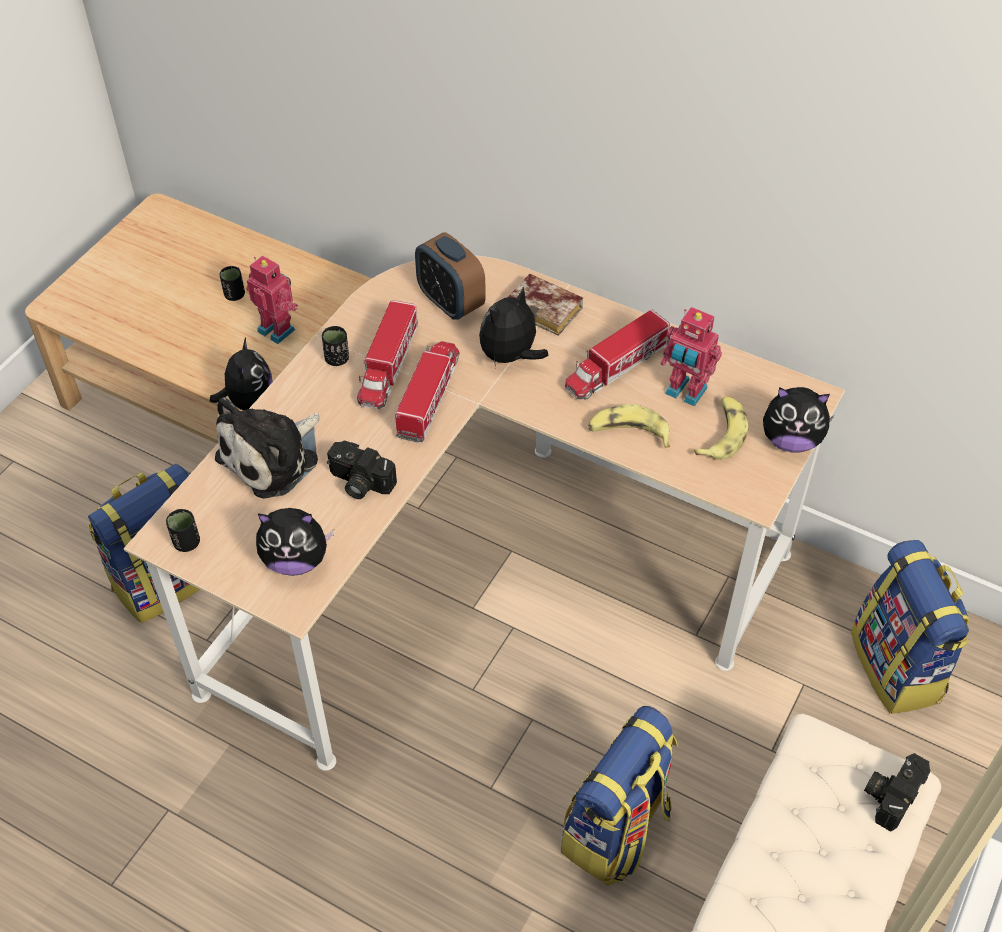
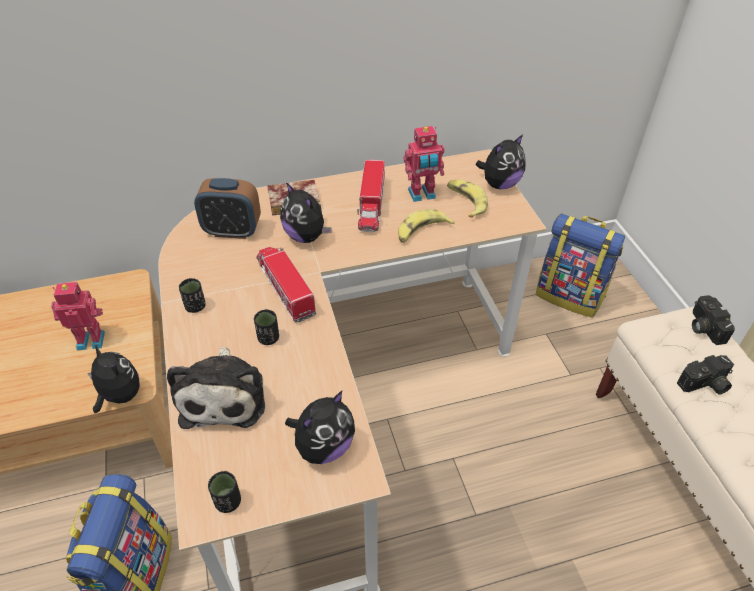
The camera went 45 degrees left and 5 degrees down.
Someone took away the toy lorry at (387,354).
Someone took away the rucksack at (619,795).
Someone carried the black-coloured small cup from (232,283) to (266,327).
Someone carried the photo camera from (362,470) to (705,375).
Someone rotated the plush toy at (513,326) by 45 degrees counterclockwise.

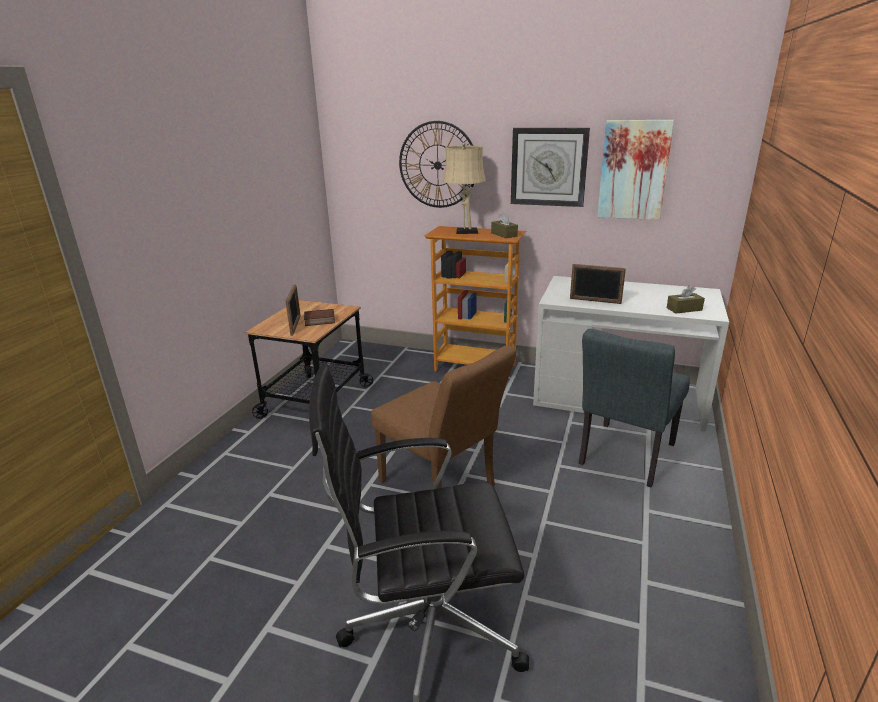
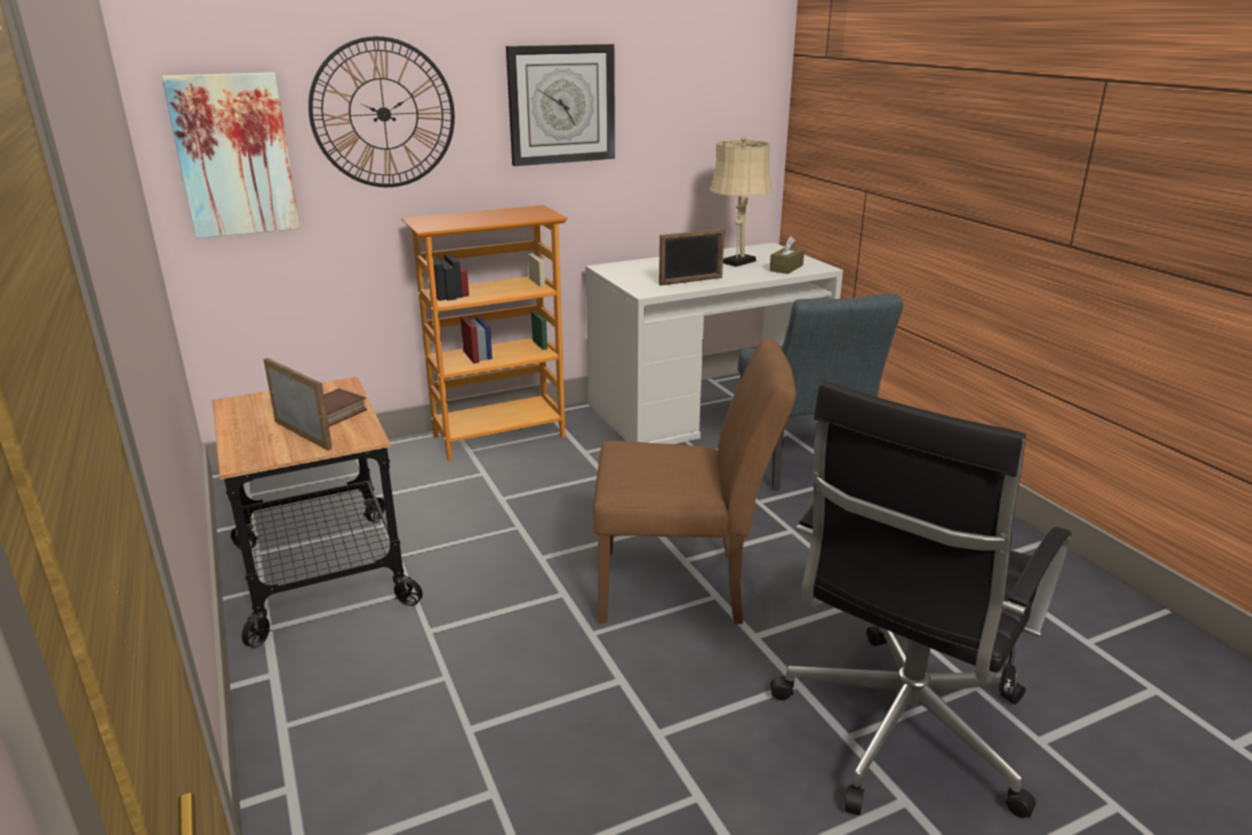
The camera went 45 degrees left and 0 degrees up.
Someone took away the brown-coloured tissue box at (504,225).
Someone carried the sand-coloured table lamp from (464,188) to (741,202).
Someone carried the picture from (635,170) to (231,155).

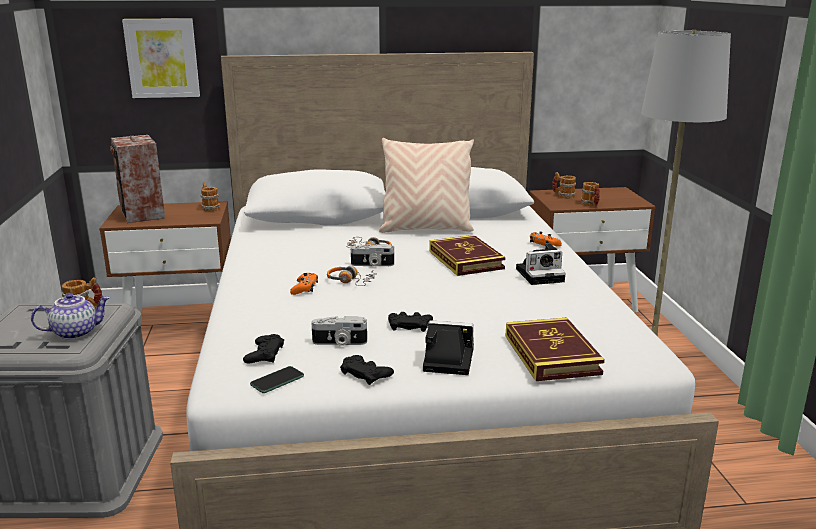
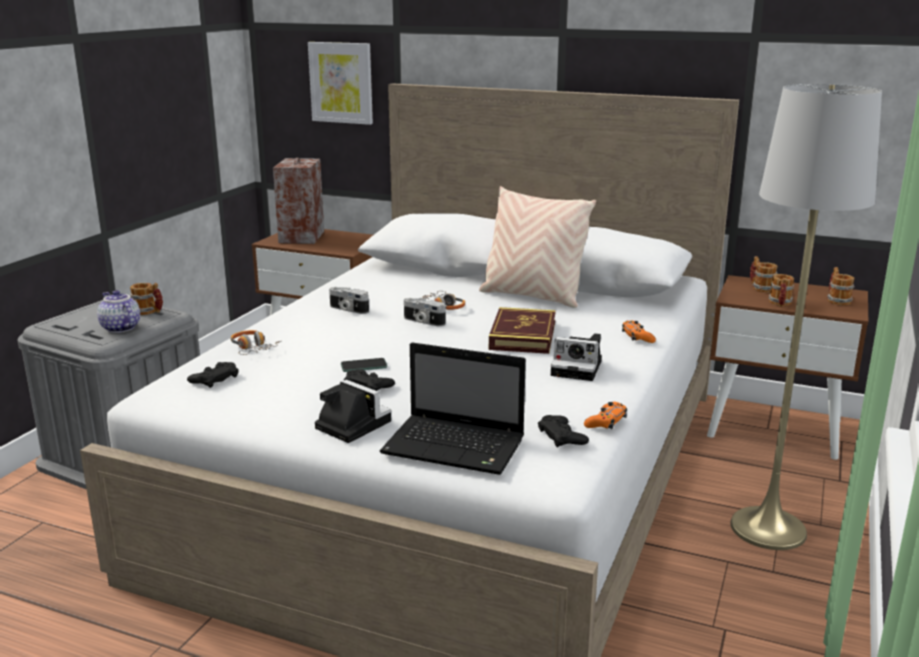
The camera went 30 degrees right and 0 degrees up.
Someone carried the tea mug from (210,196) to (840,286).
Someone carried the telephone from (277,379) to (364,365).
Someone carried the orangey gamepad from (304,284) to (605,415).
Someone carried the photo camera from (339,331) to (349,300).
Someone carried the headphones from (352,276) to (256,342).
Someone carried the black-coloured gamepad from (367,370) to (563,431).
Someone swapped the bound book at (555,349) for the laptop at (453,408).
Someone rotated the tea pot at (70,316) by 135 degrees counterclockwise.

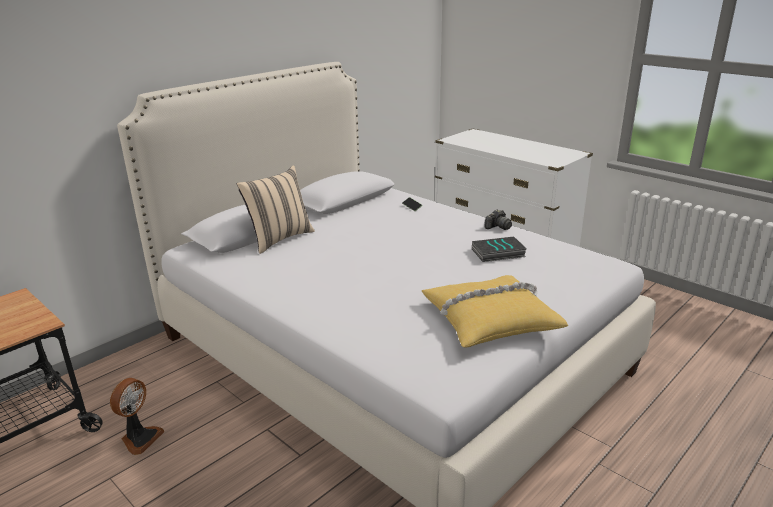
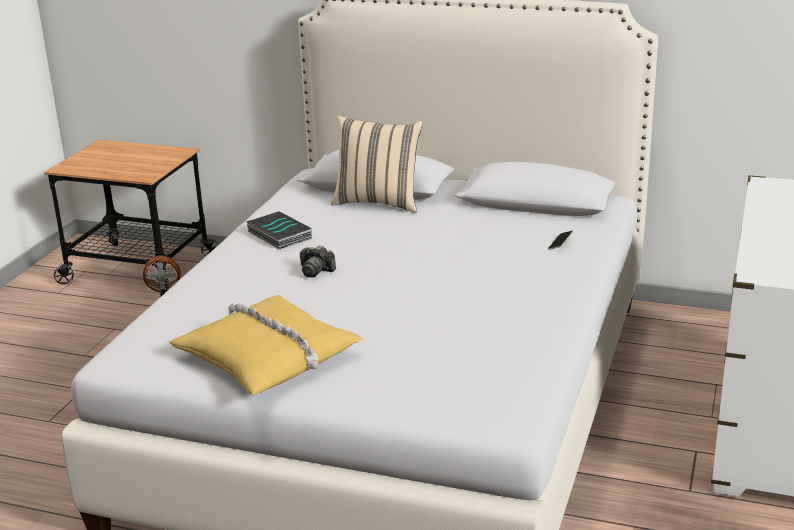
The camera went 65 degrees right and 0 degrees up.
Someone carried the bound book from (499,249) to (279,230).
Someone carried the photo camera from (498,220) to (318,261).

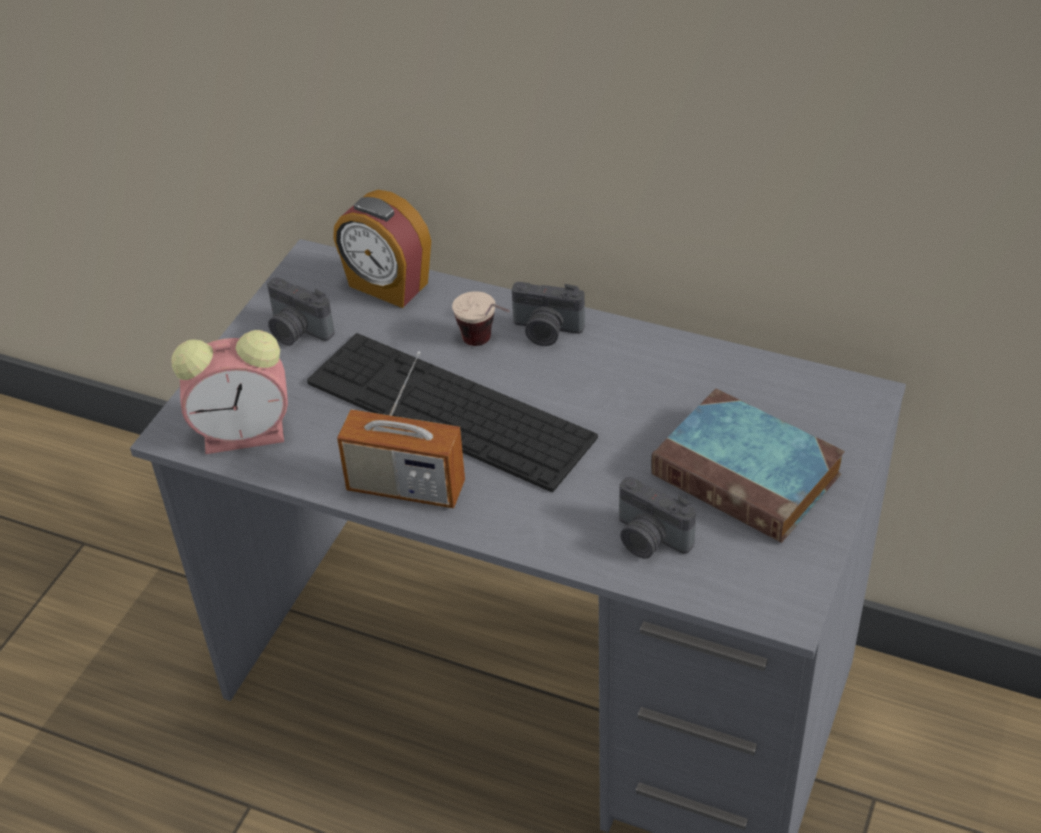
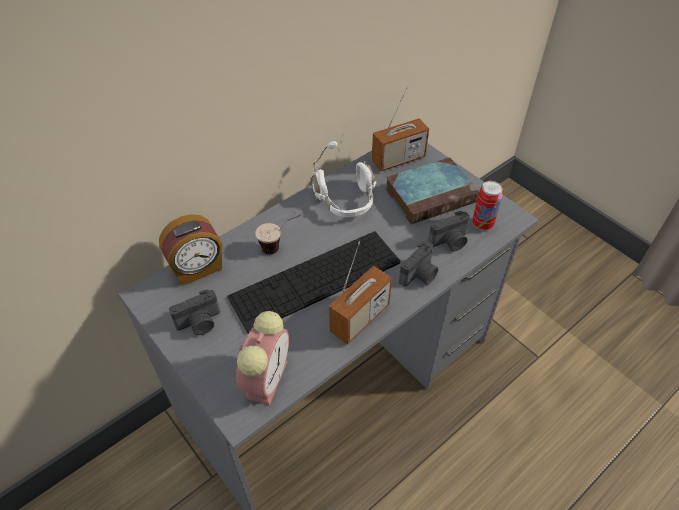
The camera went 65 degrees left and 5 degrees up.
Someone put down the white headphones at (343,179).
Someone put down the radio at (400,129).
Someone put down the metal can at (487,205).
Someone carried the photo camera from (548,314) to (419,263).

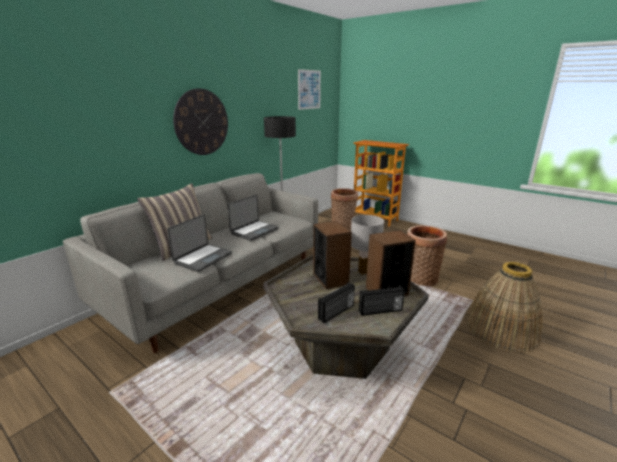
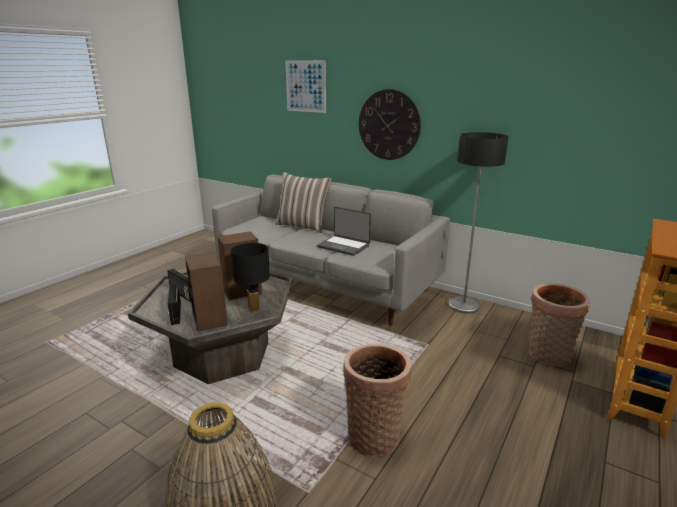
The camera went 85 degrees right and 0 degrees up.
Someone took away the laptop at (199,243).
Someone carried the picture from (309,89) to (306,86).
Someone repainted the white table lamp at (367,245), which became the black-coloured table lamp at (250,277).

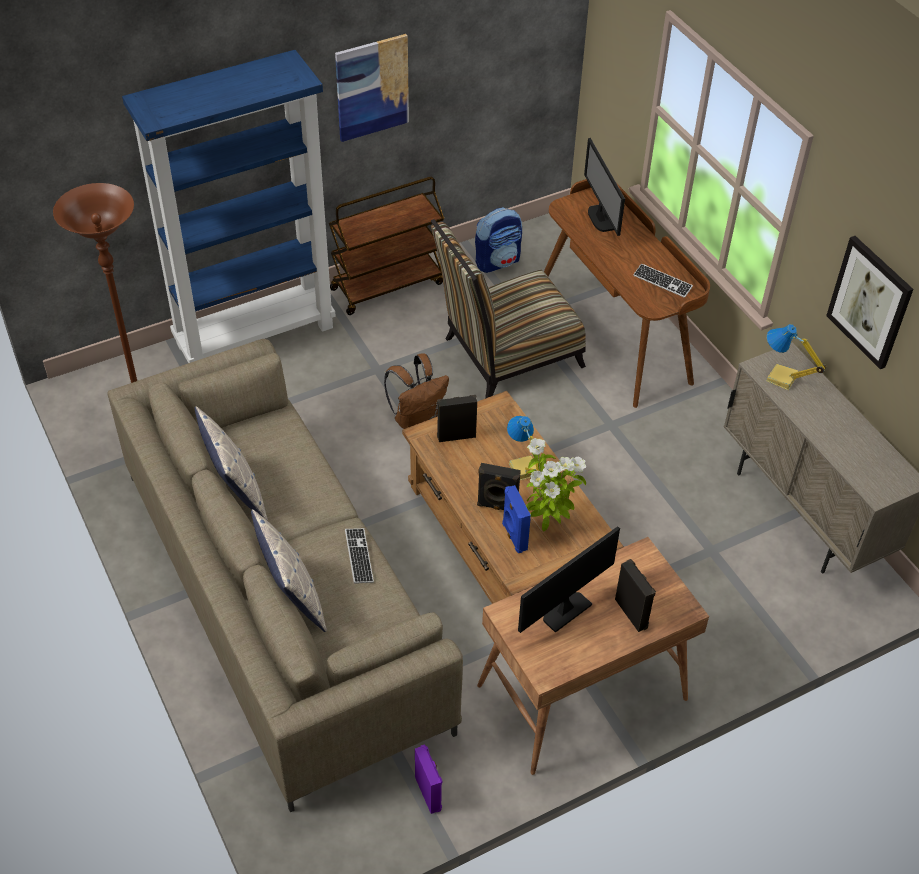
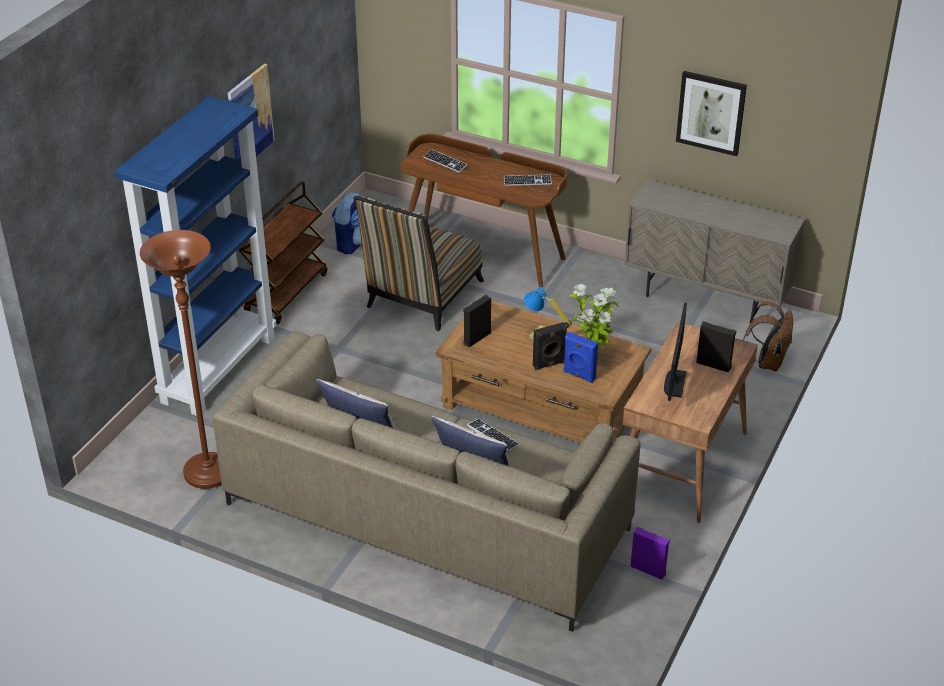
The camera went 35 degrees left and 10 degrees down.
Someone took away the table lamp at (796,357).
Someone carried the brown-coloured rucksack from (416,391) to (768,336).
Someone swapped the monitor at (604,187) for the computer keyboard at (445,160).

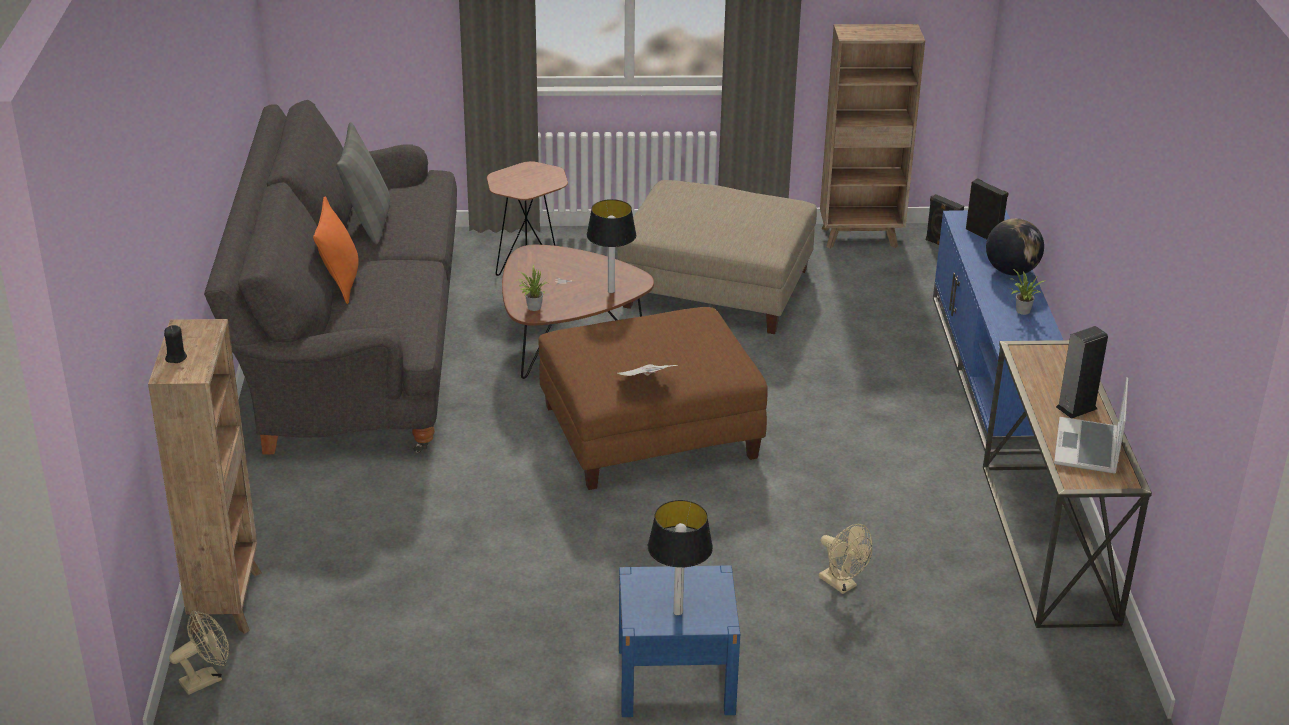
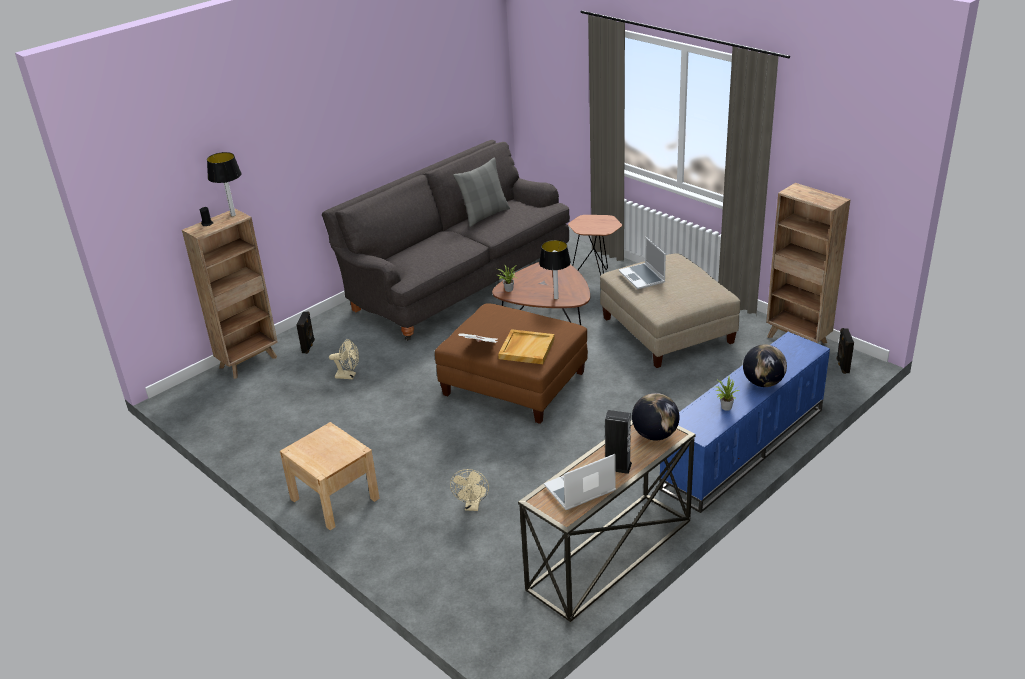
The camera went 50 degrees right and 0 degrees up.
Someone took away the orangey throw pillow at (336,250).
Someone put down the sand-coloured tray at (526,346).
Someone put down the laptop at (642,263).
Someone put down the globe at (656,417).
Someone carried the sand-coloured electric fan from (199,652) to (344,359).
Someone carried the table lamp from (680,557) to (224,184).
Someone carried the black-coloured speaker from (987,208) to (305,332).
Someone repainted the blue-coloured night table at (679,641), which became the sand-coloured night table at (330,476).

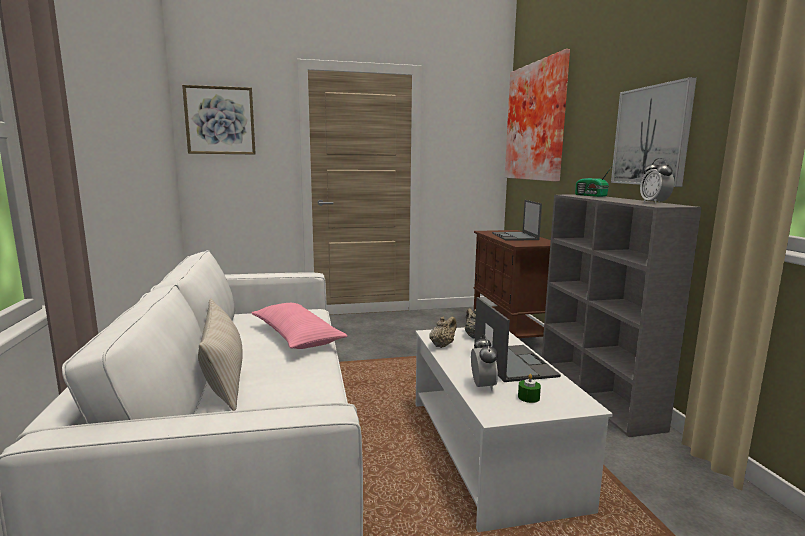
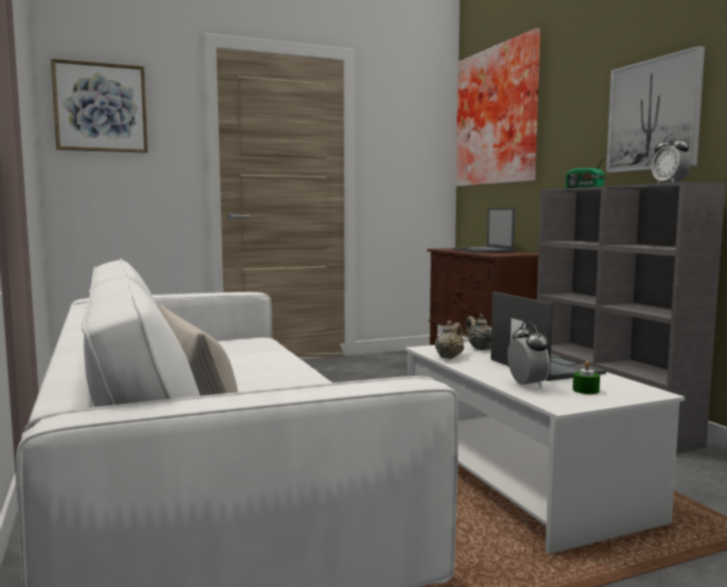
The camera went 10 degrees left and 5 degrees down.
Someone took away the pink throw pillow at (299,326).

